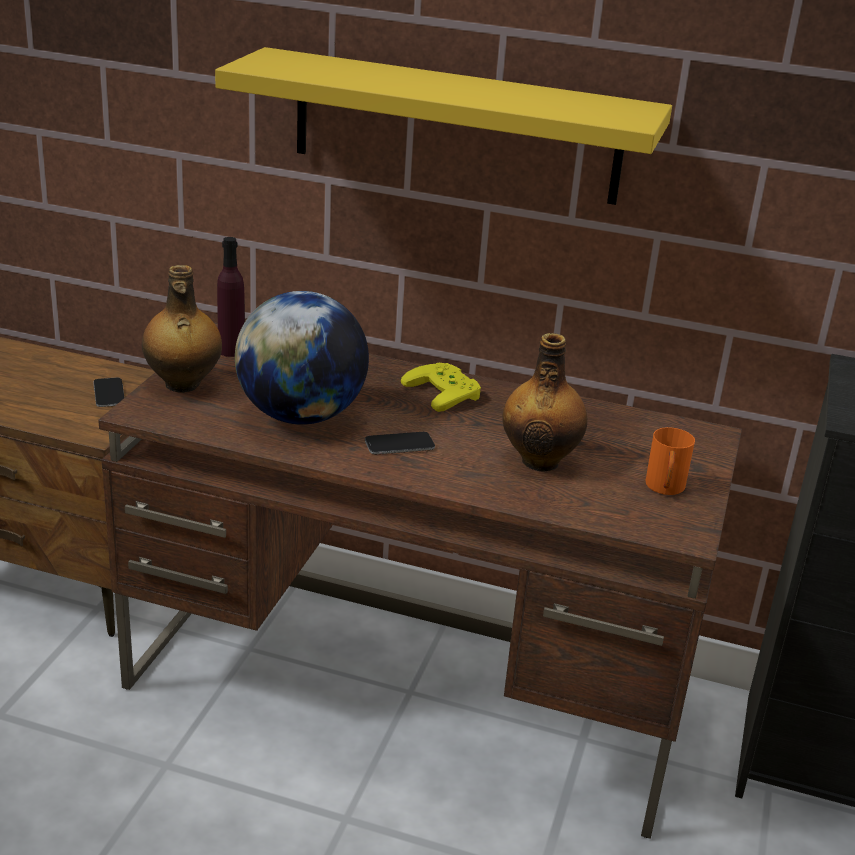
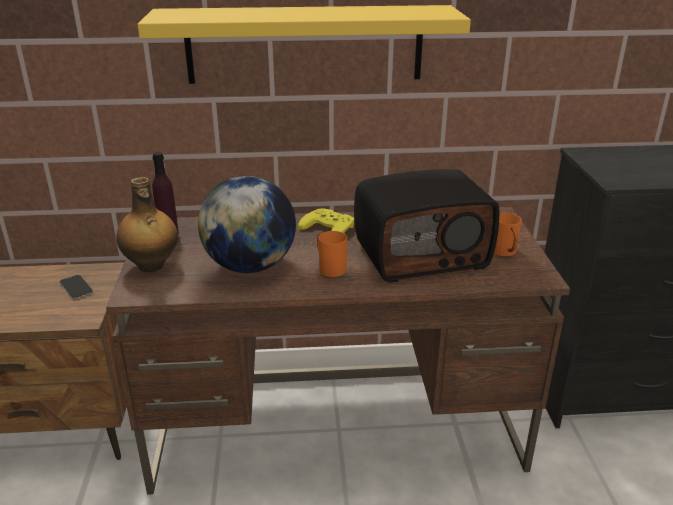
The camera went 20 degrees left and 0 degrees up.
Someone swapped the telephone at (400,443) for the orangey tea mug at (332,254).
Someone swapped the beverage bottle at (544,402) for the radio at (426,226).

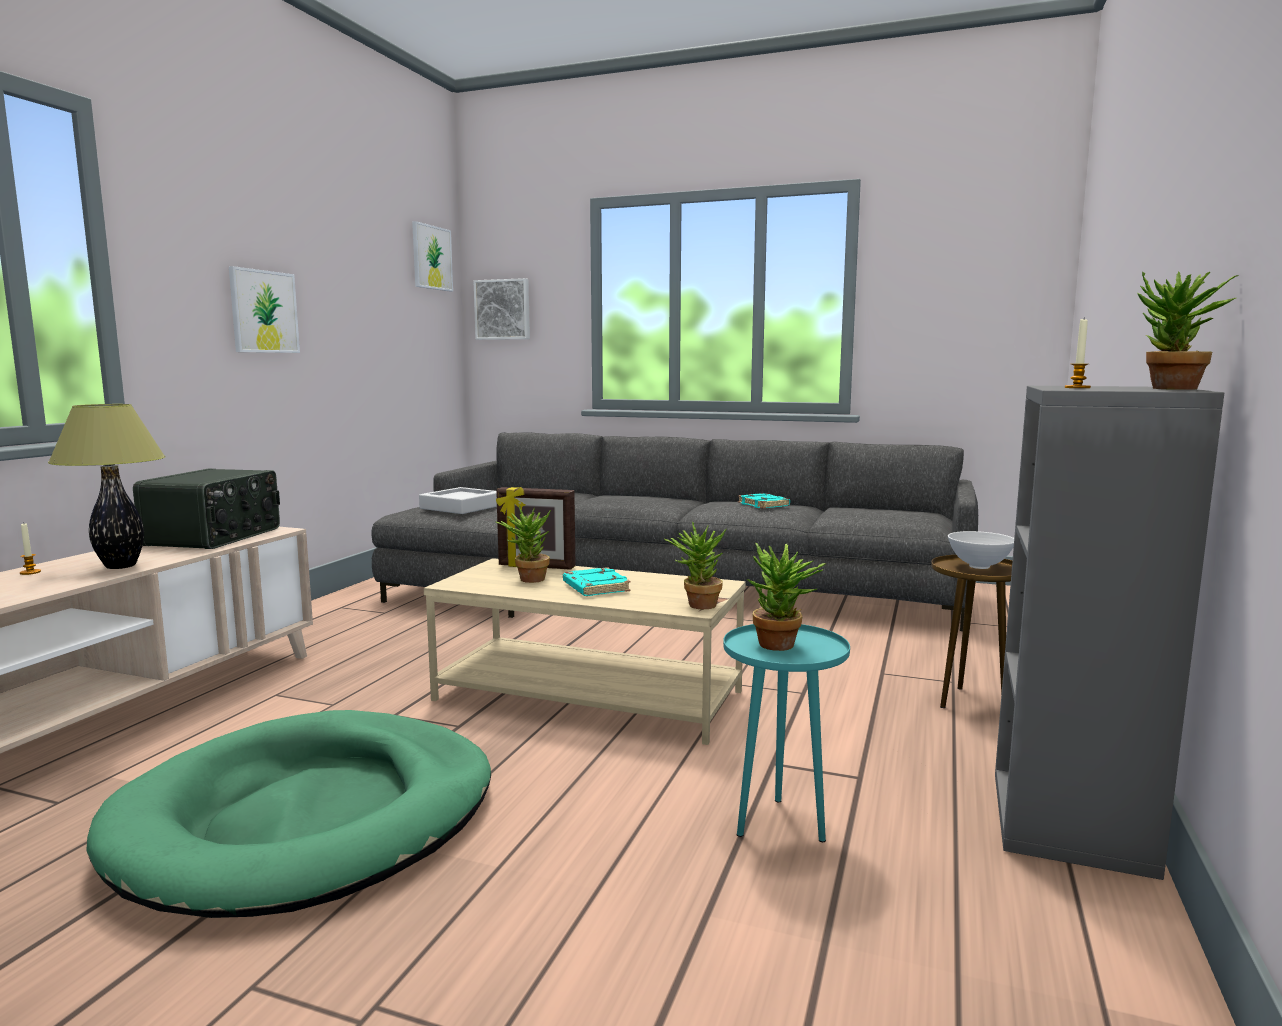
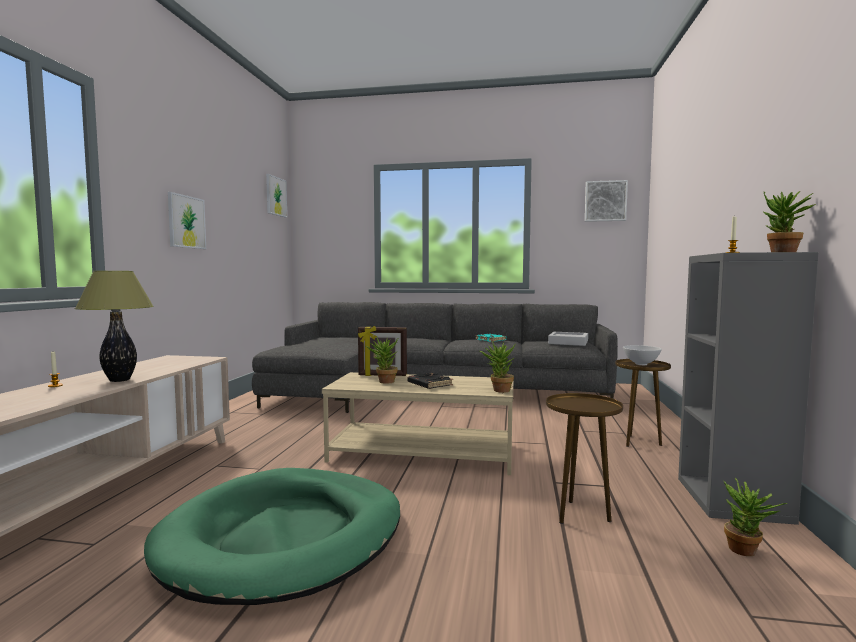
The camera went 10 degrees left and 5 degrees down.
Someone took away the radio at (206,509).
Someone carried the grey tray from (458,500) to (568,339).
Someone carried the picture from (502,309) to (606,201).
Someone carried the plant in a pot from (786,597) to (755,517).
Someone repainted the blue-green bound book at (597,581), which became the black-coloured bound book at (430,381).
Someone repainted the blue-green accent table at (786,733), which became the brown-coloured accent table at (584,458).

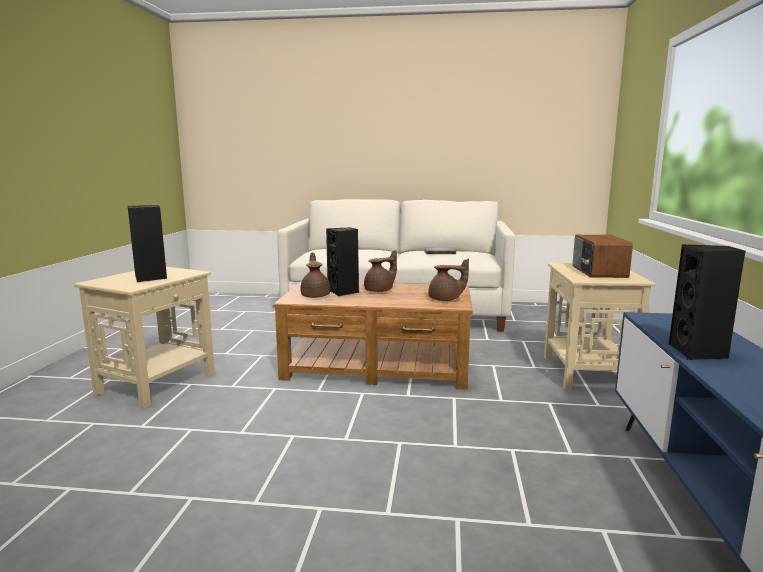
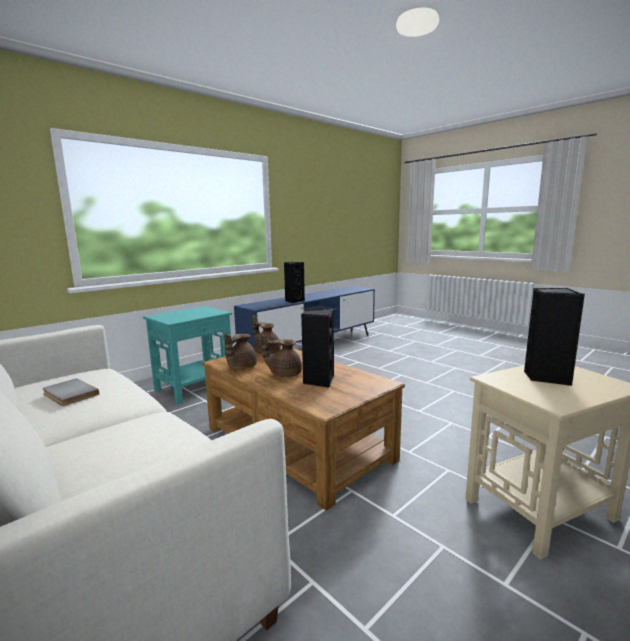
The camera went 140 degrees left and 0 degrees up.
Someone took away the radio at (603,256).
Someone carried the brown-coloured tea pot from (315,275) to (241,351).
Someone repainted the sand-coloured accent table at (600,327), which became the blue-green accent table at (187,355).

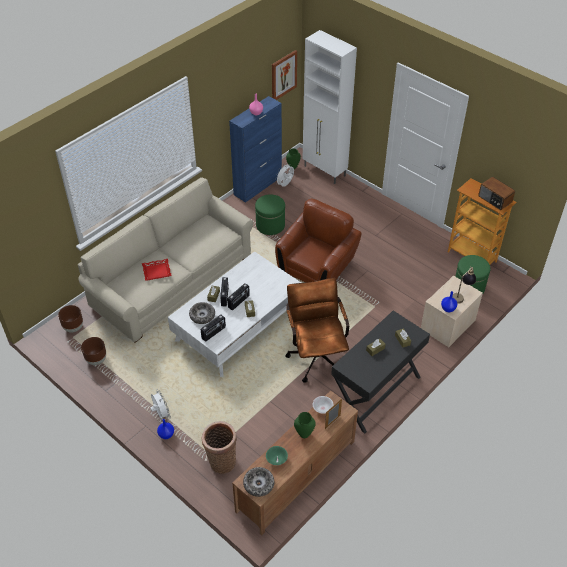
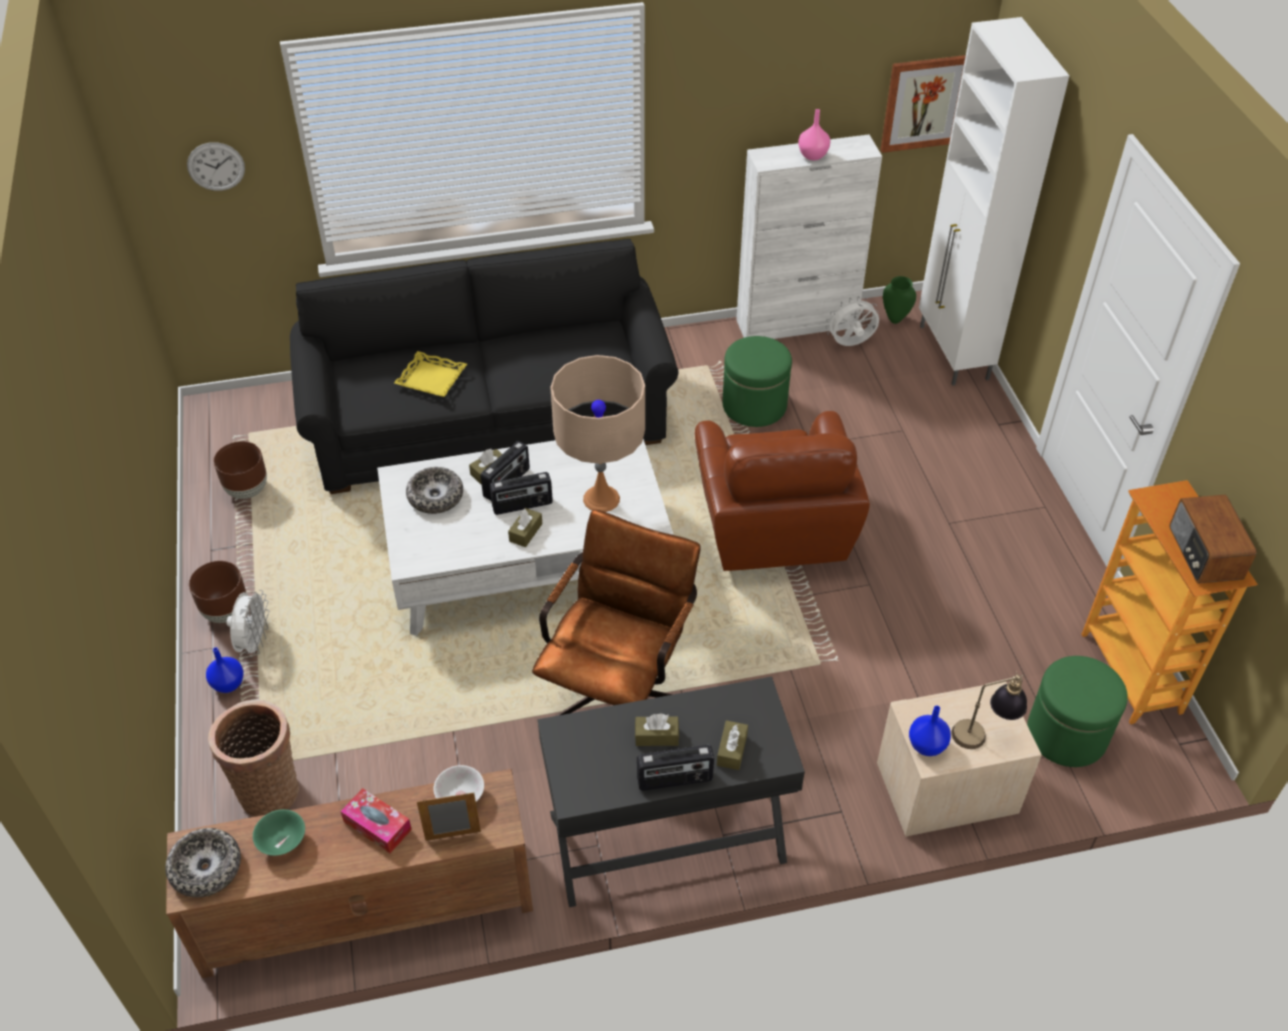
The camera went 35 degrees right and 0 degrees up.
Someone put up the hanging clock at (216,166).
Someone put down the sand-coloured table lamp at (597,433).
Someone carried the brown-coloured plant pot from (70,318) to (217,592).
Someone carried the radio from (213,328) to (675,768).
Someone swapped the green-coloured flower vase at (305,425) for the tissue box at (376,820).
Someone repainted the sand-coloured settee at (165,260), which became the black-coloured settee at (484,366).
Someone repainted the red tray at (157,270), which became the yellow tray at (430,374).
Someone repainted the blue-coloured cabinet at (255,149), which became the white cabinet at (809,236).
Someone rotated the brown-coloured easy chair at (318,240) by 105 degrees clockwise.

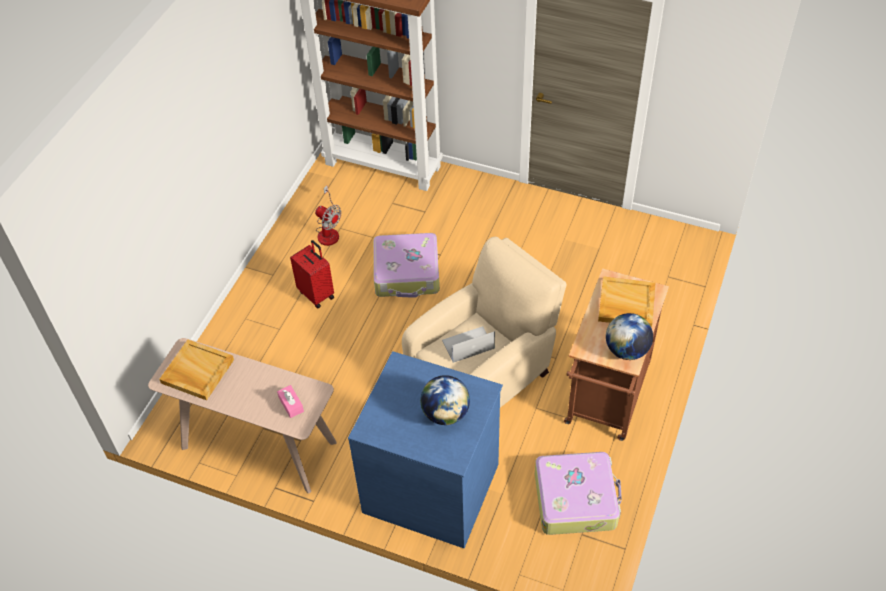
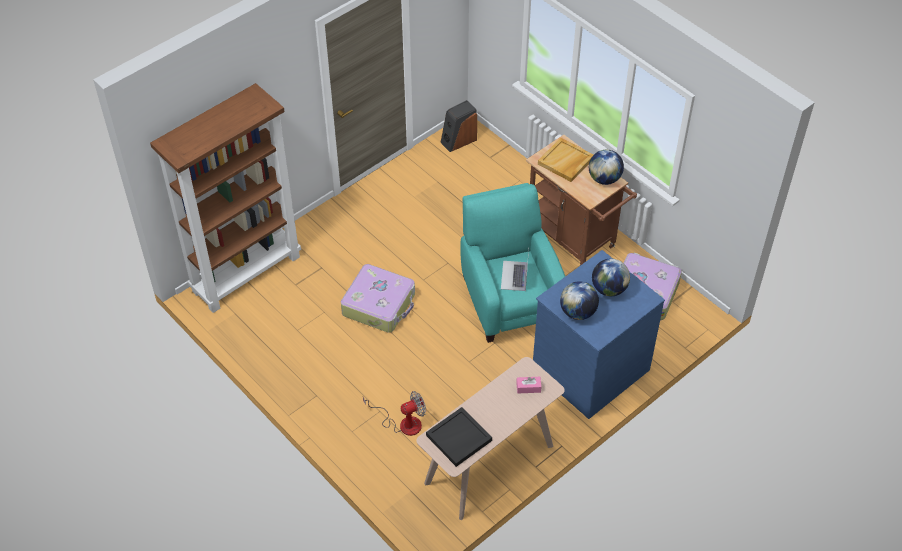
The camera went 65 degrees left and 0 degrees up.
Someone took away the red piece of luggage at (312,274).
Someone put down the speaker at (458,126).
Someone put down the globe at (579,300).
Someone carried the electric fan from (328,215) to (394,413).
Someone repainted the sand-coloured tray at (196,370), which became the black-coloured tray at (459,437).
Someone repainted the sand-coloured easy chair at (484,322), which became the blue-green easy chair at (512,263).

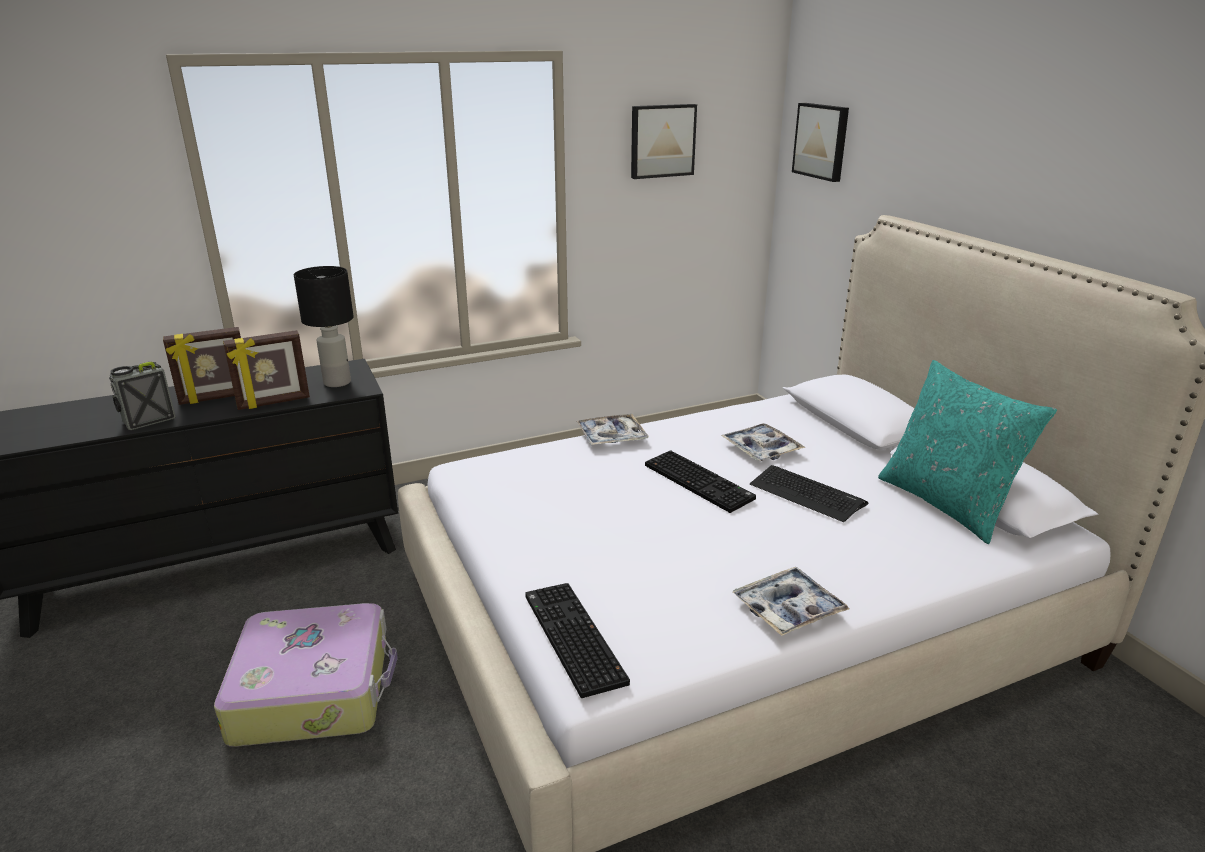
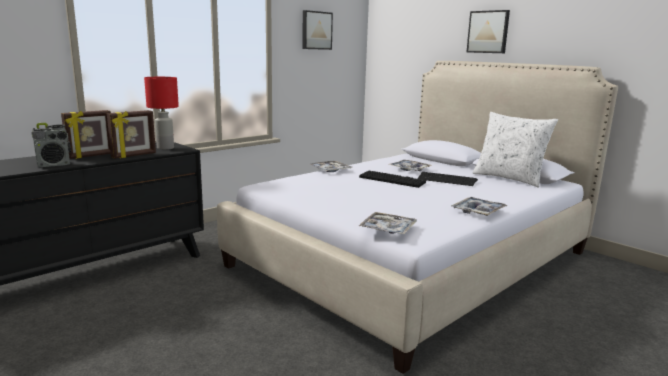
The camera went 20 degrees left and 10 degrees down.
Someone took away the piece of luggage at (306,675).
Someone carried the picture from (820,142) to (488,31).
Someone swapped the computer keyboard at (577,640) for the tray at (388,223).
Someone repainted the black-coloured table lamp at (324,326), which became the red table lamp at (161,113).
Someone repainted the blue-green throw pillow at (967,452), which became the white throw pillow at (515,149).
Someone rotated the radio at (142,396) by 150 degrees counterclockwise.

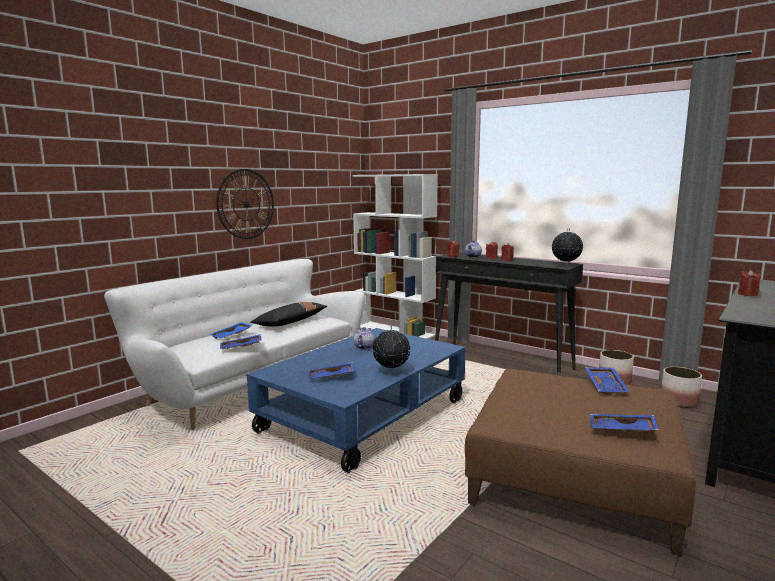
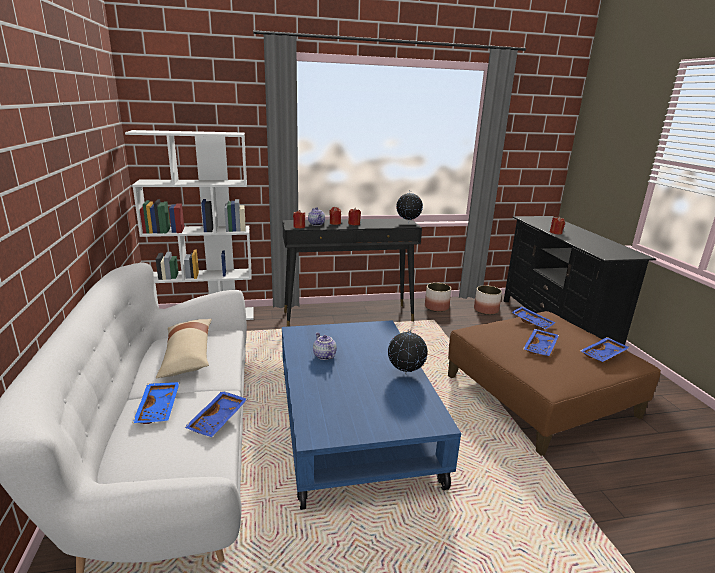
The camera went 50 degrees left and 10 degrees up.
Someone took away the hanging clock at (245,204).
Someone carried the blue-coloured tray from (330,370) to (541,342).
Someone repainted the black-coloured throw pillow at (289,314), which became the sand-coloured throw pillow at (184,348).

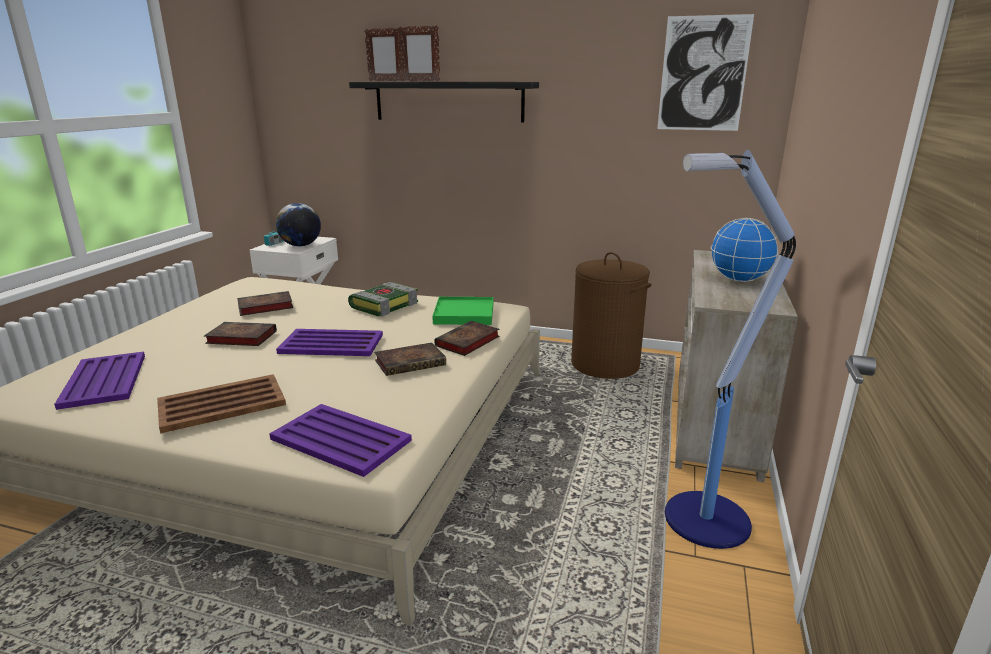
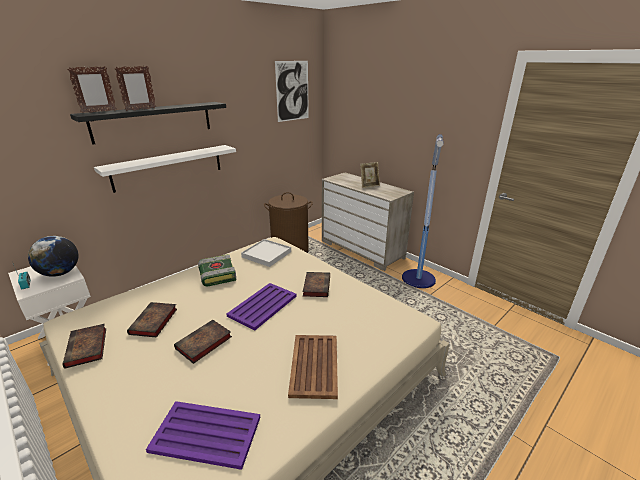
The camera went 60 degrees left and 5 degrees up.
Someone took away the purple-coloured tray at (340,440).
Someone put up the white wall shelf at (165,169).
Someone carried the bound book from (467,338) to (84,346).
Someone swapped the globe at (745,250) for the picture frame at (370,175).
Someone repainted the green-coloured tray at (462,311), which became the white tray at (266,253).

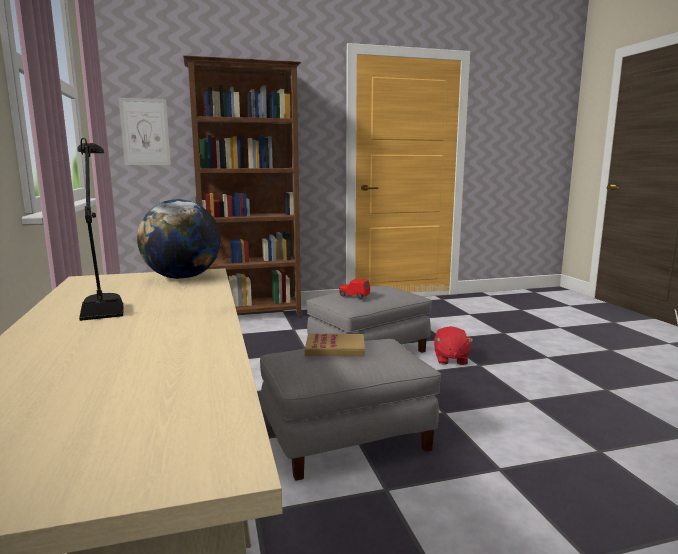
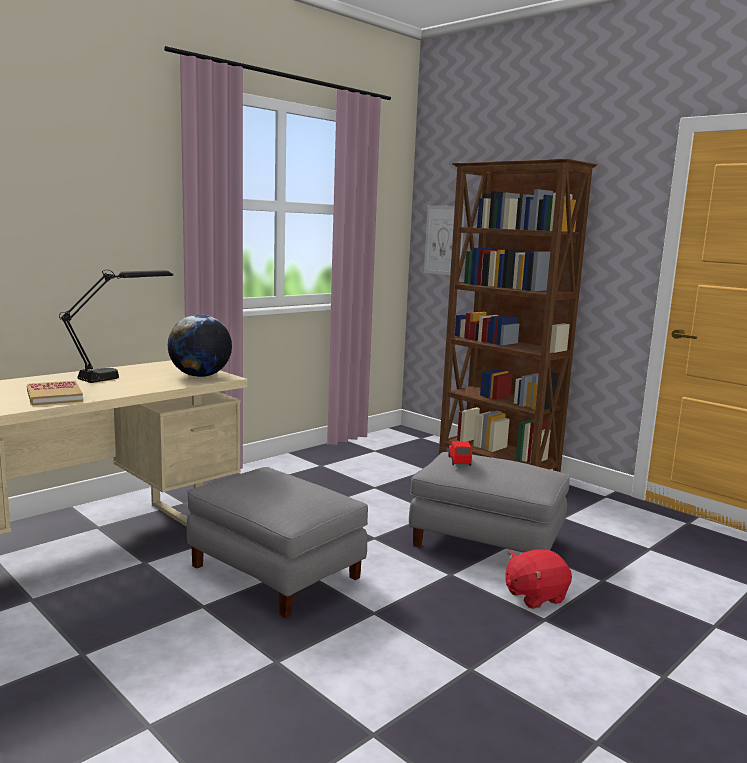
The camera went 60 degrees right and 0 degrees up.
Someone carried the bound book from (335,345) to (55,393).

